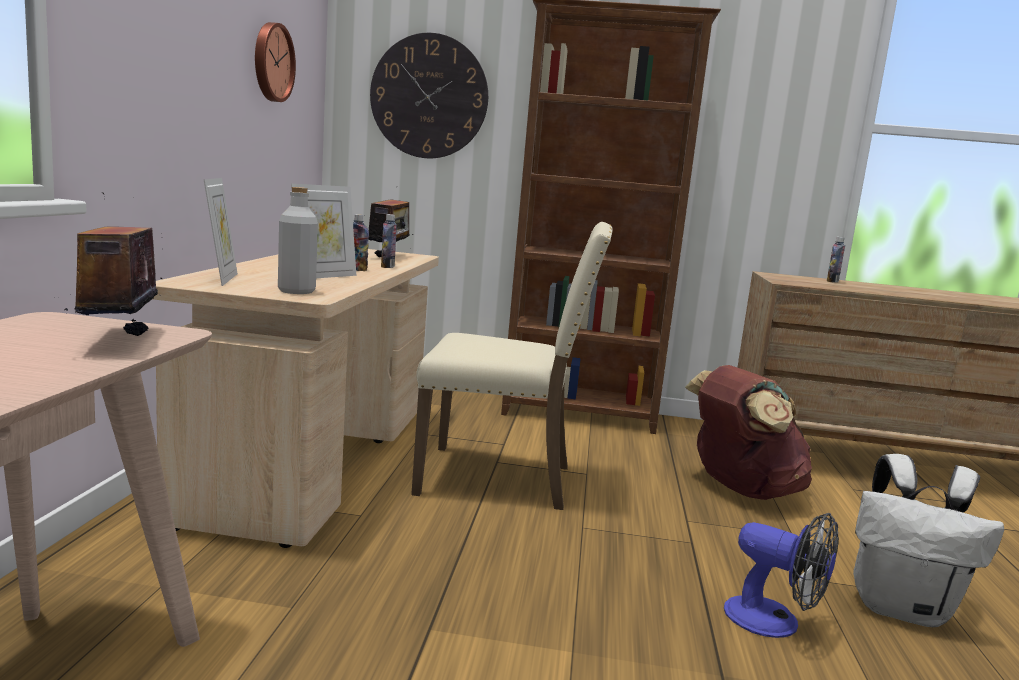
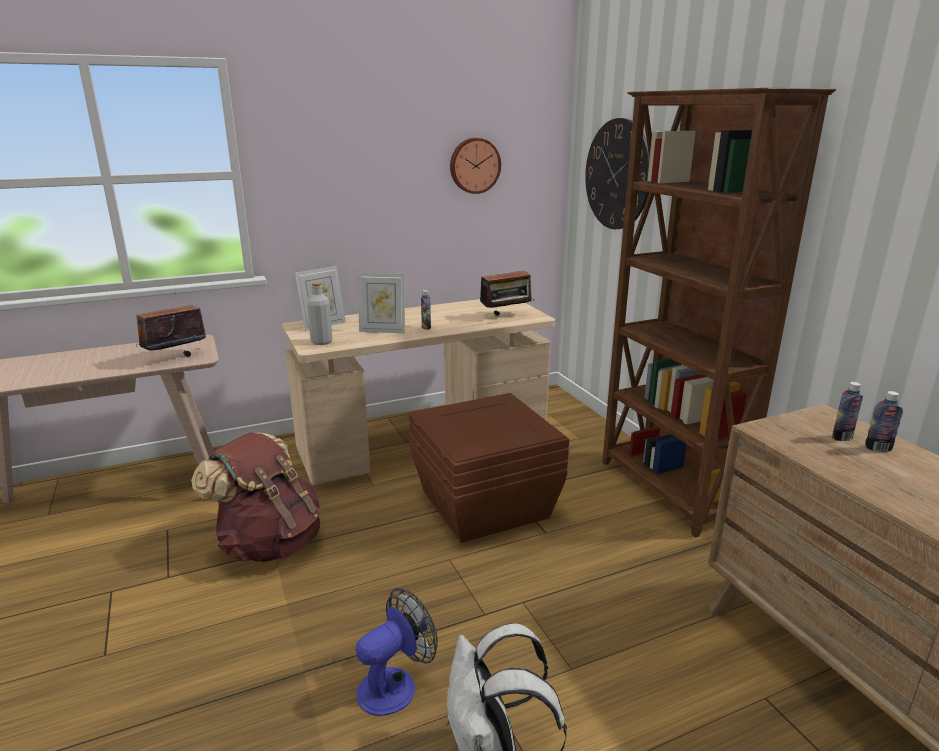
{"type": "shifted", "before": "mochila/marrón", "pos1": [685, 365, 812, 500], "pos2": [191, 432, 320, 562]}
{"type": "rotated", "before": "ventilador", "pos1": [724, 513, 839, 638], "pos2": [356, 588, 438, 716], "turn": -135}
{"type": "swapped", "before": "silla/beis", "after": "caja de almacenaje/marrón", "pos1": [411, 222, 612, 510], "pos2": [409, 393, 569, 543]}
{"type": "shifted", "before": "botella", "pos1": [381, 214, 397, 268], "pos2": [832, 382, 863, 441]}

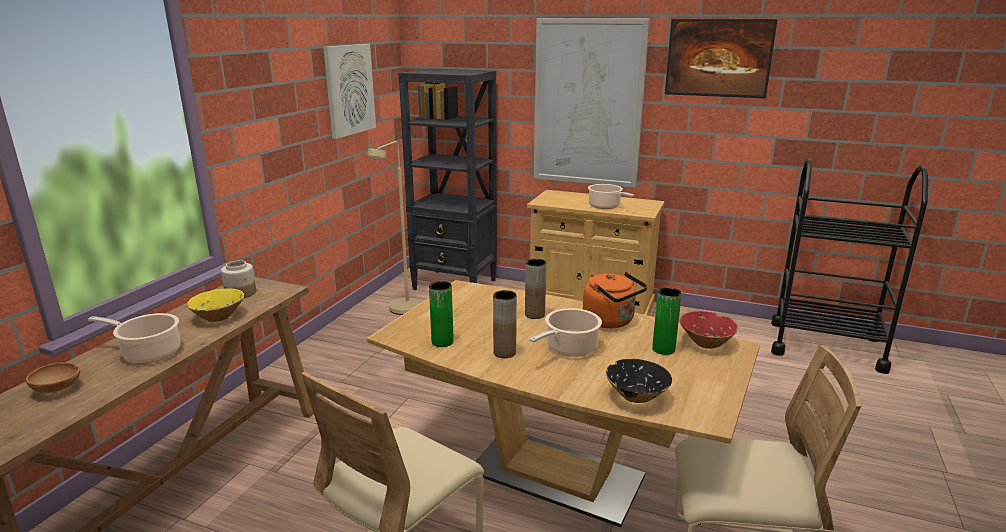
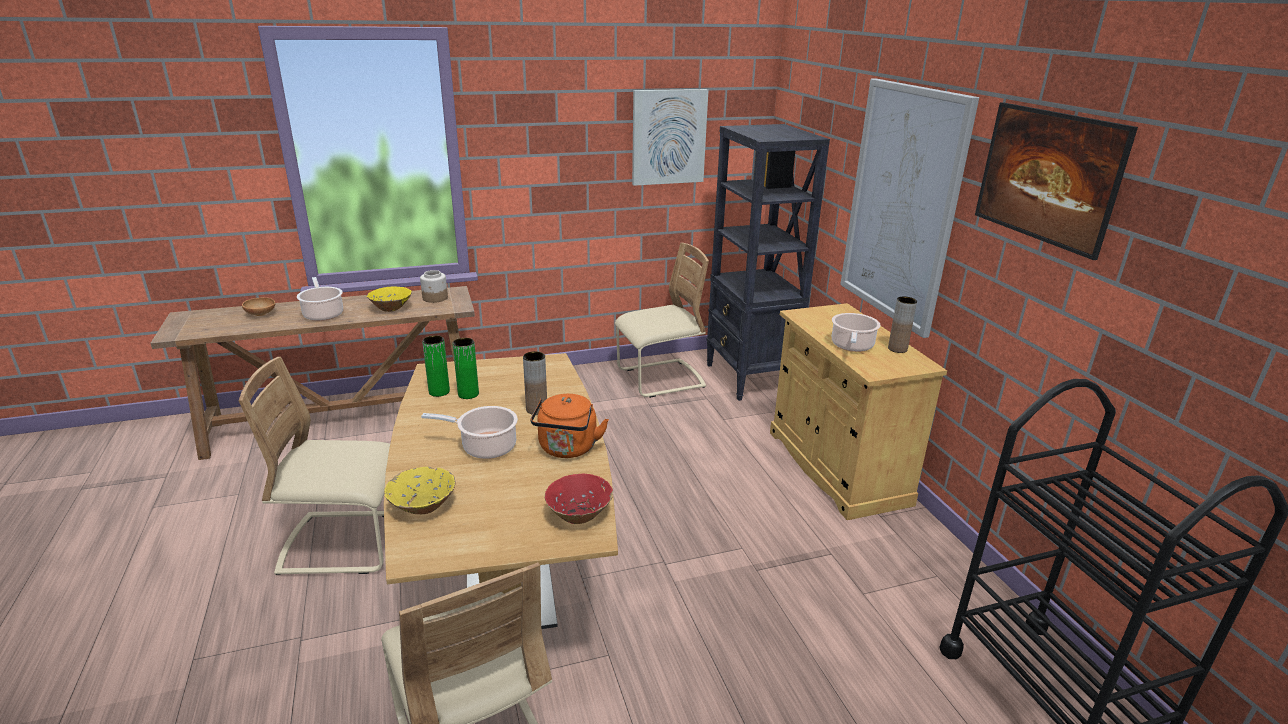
{"type": "repainted", "before": "cuenco/negro", "after": "cuenco/amarillo", "pos1": [606, 359, 672, 403], "pos2": [384, 467, 456, 514]}
{"type": "shifted", "before": "florero/verde", "pos1": [652, 287, 682, 355], "pos2": [452, 338, 479, 399]}
{"type": "swapped", "before": "lámpara de pie/beis", "after": "silla/beis", "pos1": [367, 141, 419, 315], "pos2": [615, 243, 709, 398]}
{"type": "shifted", "before": "florero/marrón", "pos1": [493, 290, 517, 358], "pos2": [888, 296, 917, 353]}

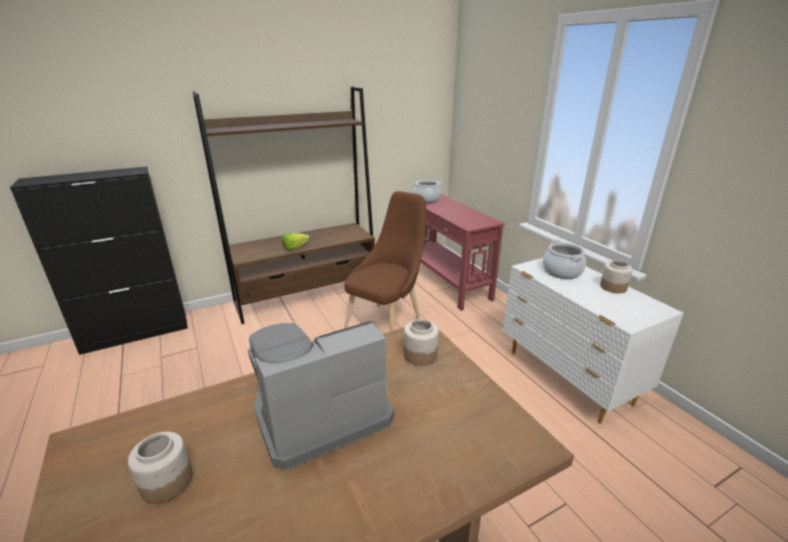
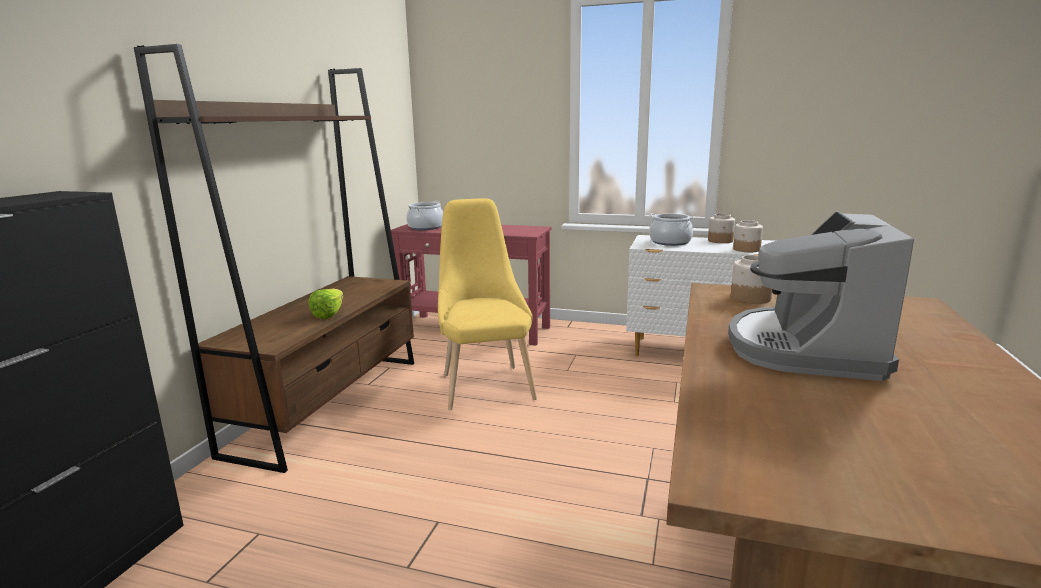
{"type": "repainted", "before": "silla/marrón", "after": "silla/amarillo", "pos1": [344, 191, 426, 332], "pos2": [438, 198, 537, 410]}
{"type": "shifted", "before": "tarro", "pos1": [128, 432, 193, 504], "pos2": [733, 220, 763, 252]}

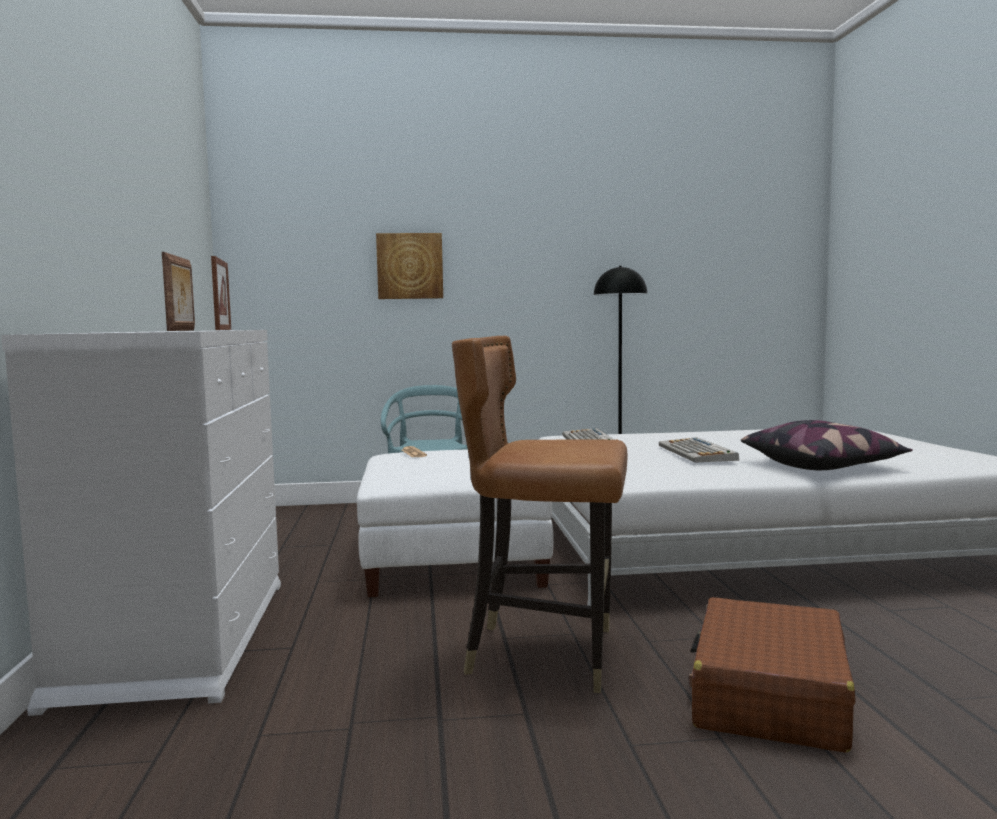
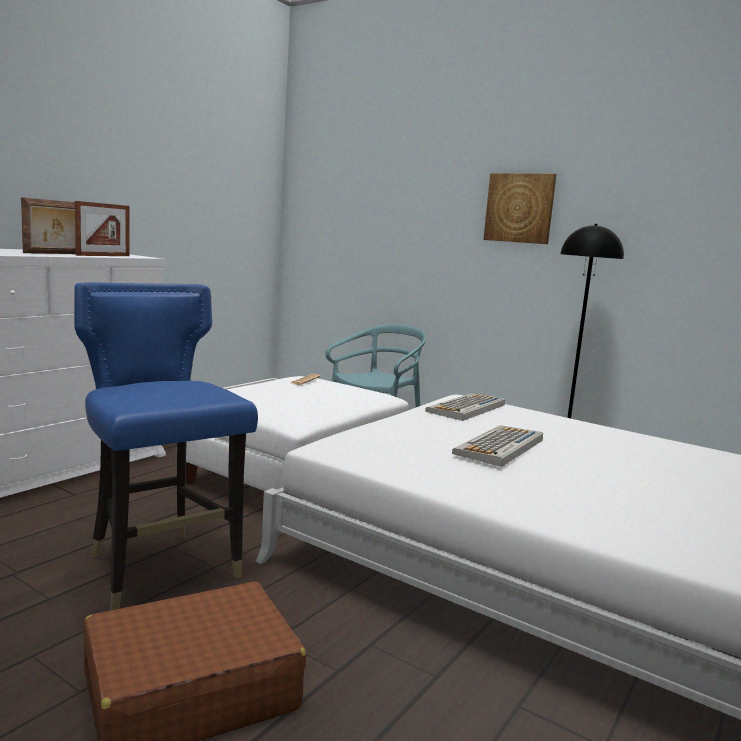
{"type": "repainted", "before": "silla/marrón", "after": "silla/azul", "pos1": [452, 336, 628, 693], "pos2": [74, 282, 258, 611]}
{"type": "shifted", "before": "cuadro", "pos1": [376, 233, 443, 299], "pos2": [484, 173, 556, 244]}
{"type": "gone", "before": "cojín", "pos1": [741, 420, 913, 470]}

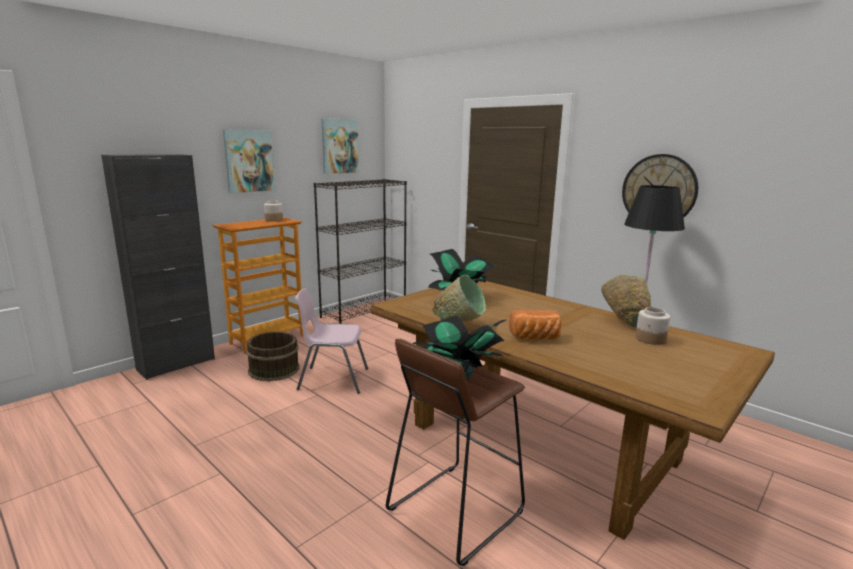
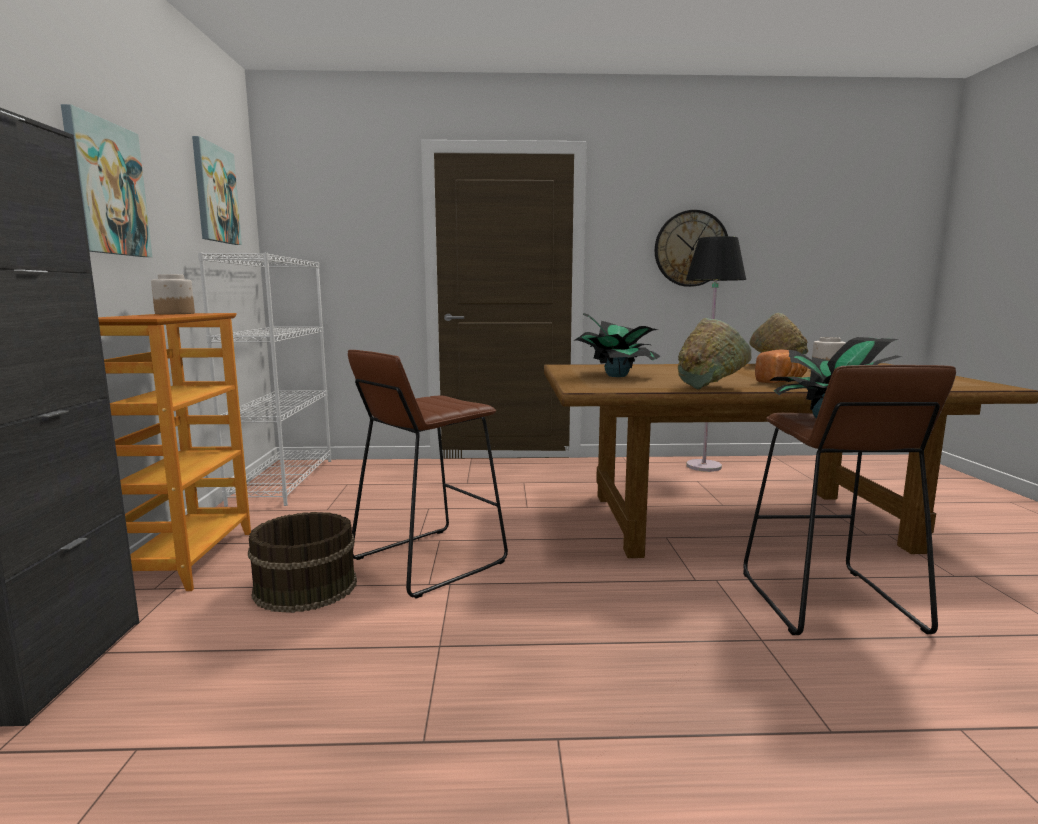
{"type": "repainted", "before": "estantería/negro", "after": "estantería/blanco", "pos1": [314, 179, 407, 324], "pos2": [198, 252, 331, 507]}
{"type": "swapped", "before": "silla/rosa", "after": "taburete/marrón", "pos1": [295, 289, 368, 394], "pos2": [348, 350, 508, 599]}

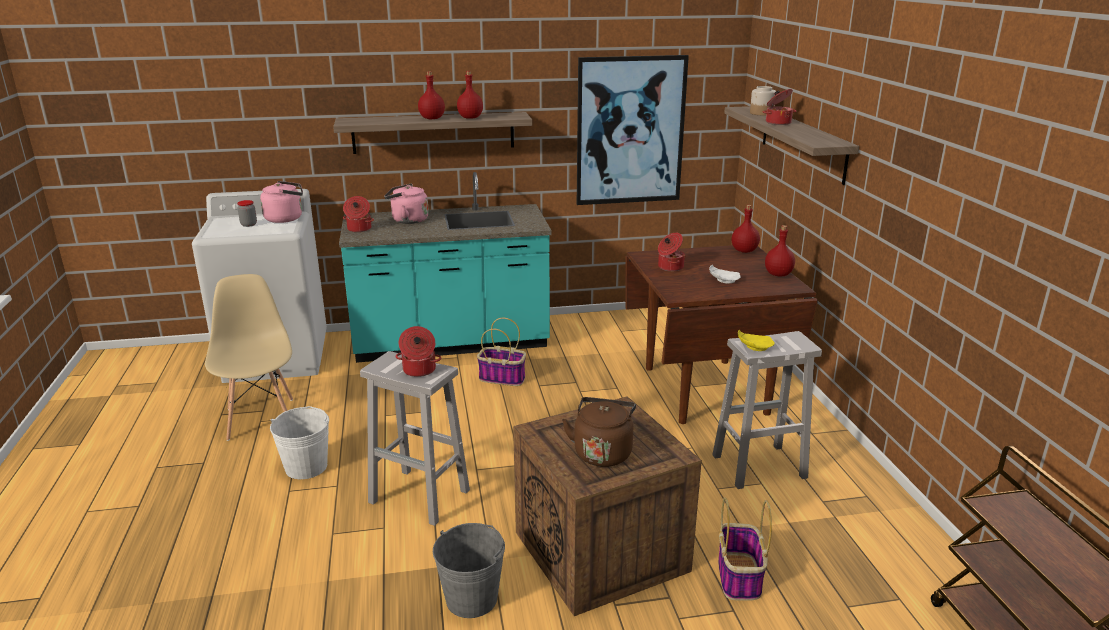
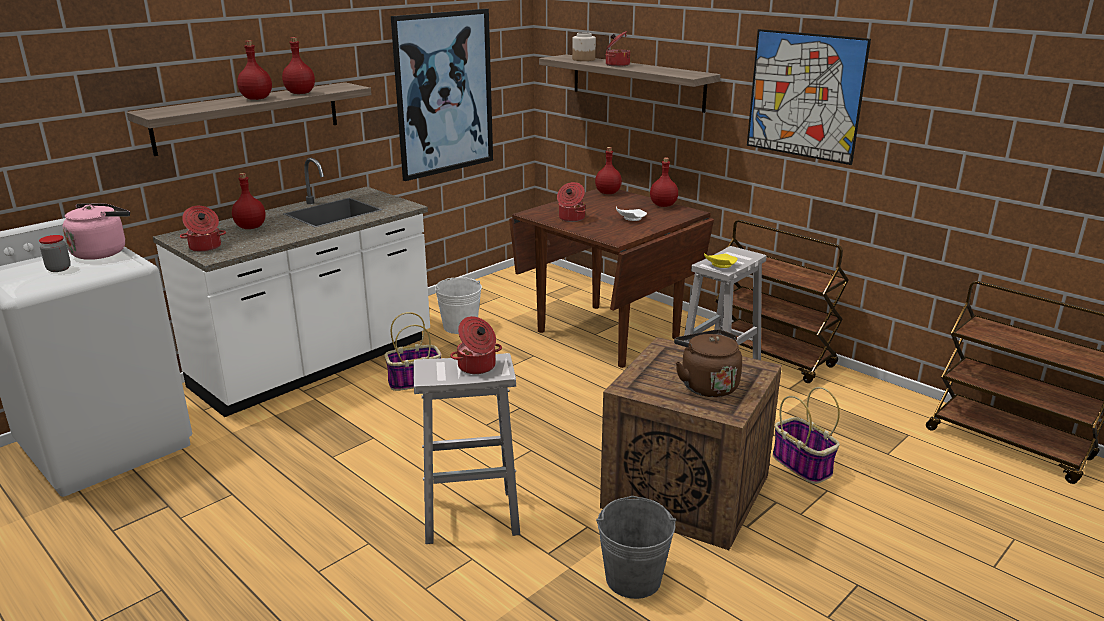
{"type": "repainted", "before": "mueble bajo de cocina/turquesa", "after": "mueble bajo de cocina/blanco", "pos1": [339, 172, 552, 363], "pos2": [153, 158, 430, 417]}
{"type": "swapped", "before": "hervidor/rosa", "after": "botella/rojo", "pos1": [384, 183, 429, 224], "pos2": [232, 173, 266, 229]}
{"type": "shifted", "before": "cubo/blanco", "pos1": [270, 406, 329, 479], "pos2": [435, 277, 482, 334]}
{"type": "new", "after": "carrito/marrón", "pos2": [715, 220, 849, 383]}
{"type": "new", "after": "cuadro", "pos2": [747, 29, 871, 165]}
{"type": "gone", "before": "silla/beis", "pos1": [205, 274, 293, 441]}

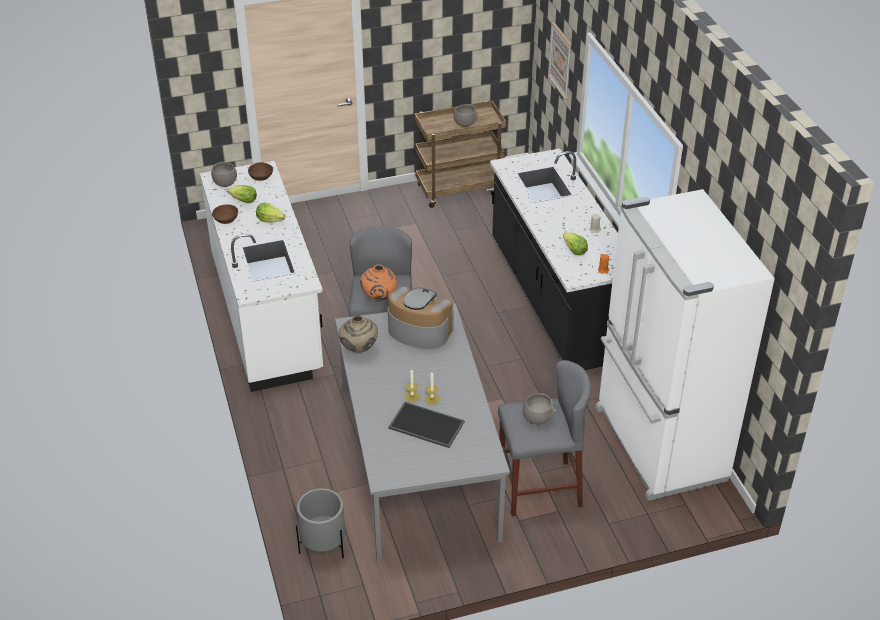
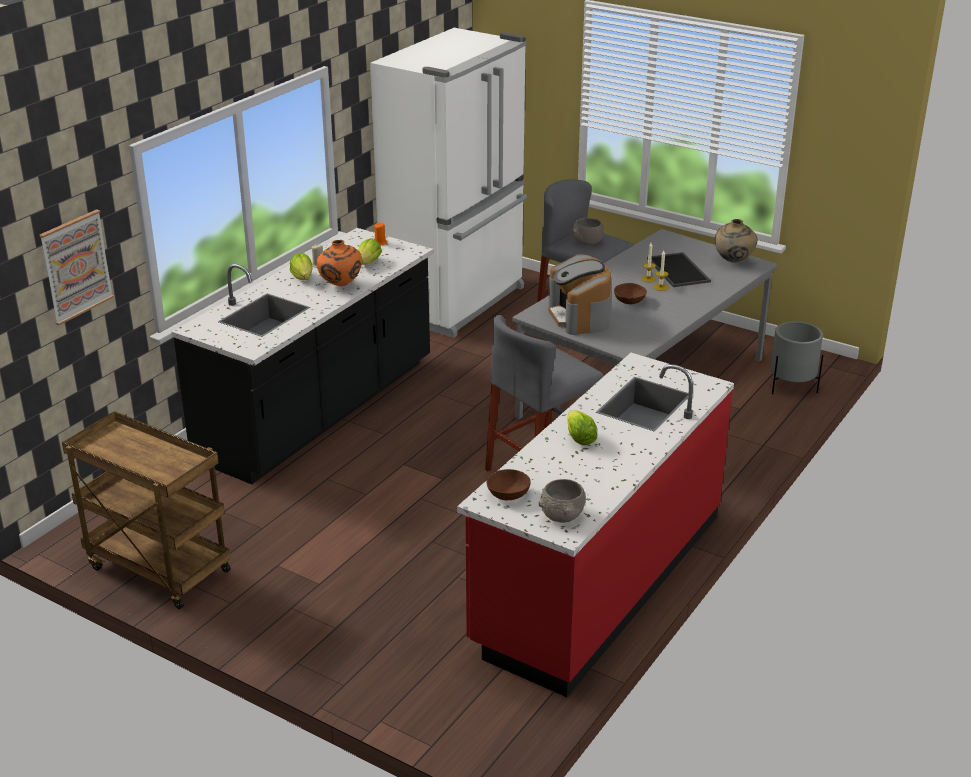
{"type": "shifted", "before": "lechuga", "pos1": [227, 185, 257, 203], "pos2": [290, 253, 313, 280]}
{"type": "shifted", "before": "florero/naranja", "pos1": [360, 264, 397, 301], "pos2": [317, 240, 362, 286]}
{"type": "repainted", "before": "mueble bajo de cocina/blanco", "after": "mueble bajo de cocina/rojo", "pos1": [200, 161, 323, 392], "pos2": [457, 353, 734, 697]}
{"type": "shifted", "before": "cuenco/marrón", "pos1": [212, 204, 238, 224], "pos2": [614, 283, 647, 304]}
{"type": "shifted", "before": "florero/beis", "pos1": [339, 316, 378, 352], "pos2": [715, 219, 757, 263]}
{"type": "gone", "before": "cuenco/gris", "pos1": [454, 104, 479, 127]}

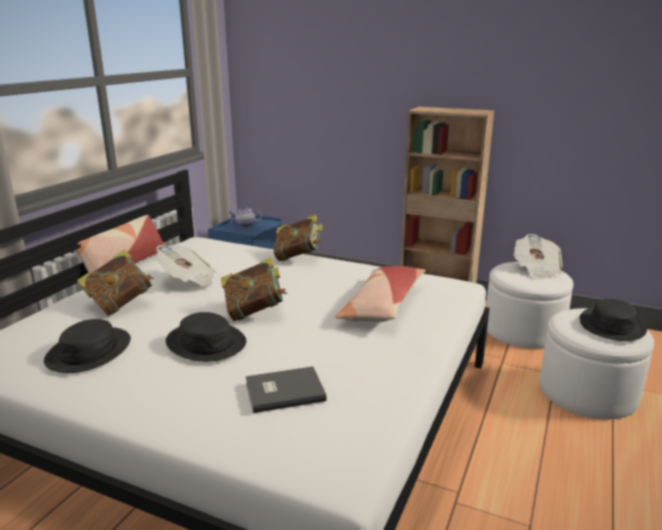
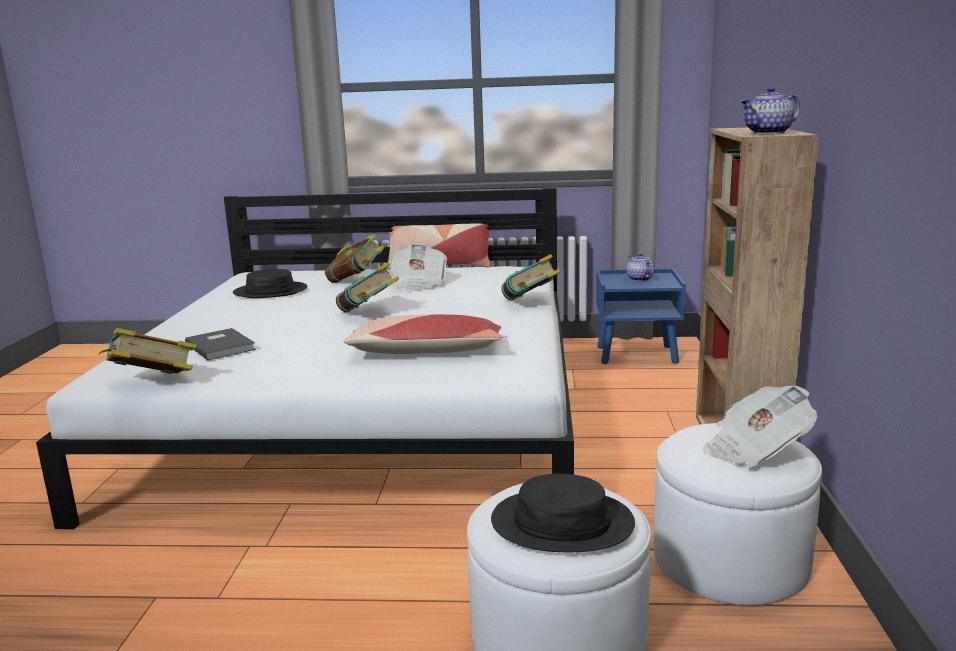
{"type": "new", "after": "libro", "pos2": [99, 328, 197, 374]}
{"type": "new", "after": "tetera", "pos2": [740, 87, 800, 134]}
{"type": "gone", "before": "sombrero/negro", "pos1": [166, 312, 246, 362]}

